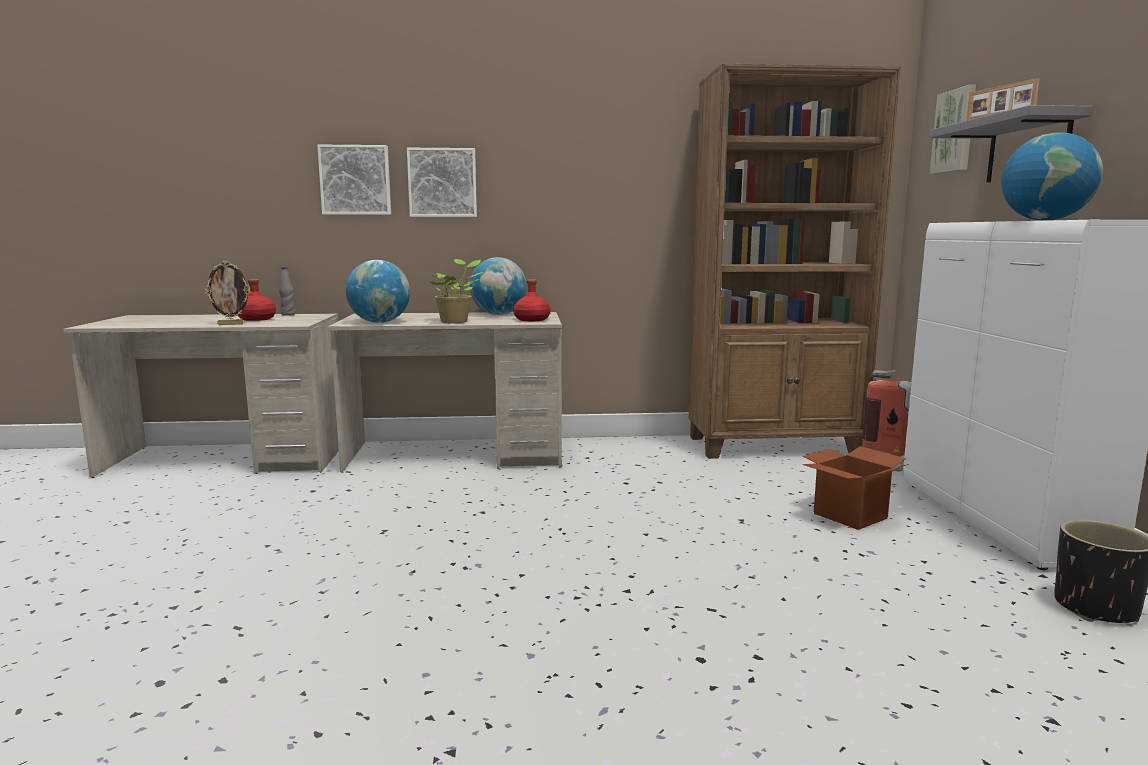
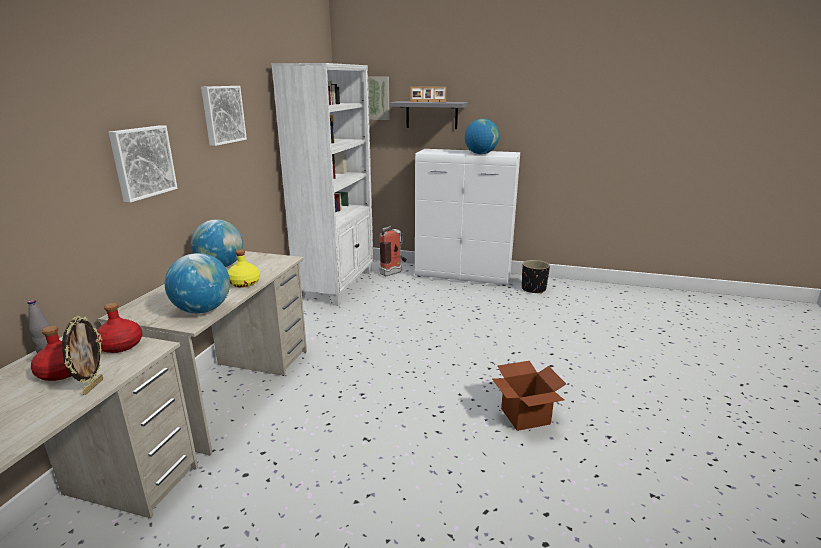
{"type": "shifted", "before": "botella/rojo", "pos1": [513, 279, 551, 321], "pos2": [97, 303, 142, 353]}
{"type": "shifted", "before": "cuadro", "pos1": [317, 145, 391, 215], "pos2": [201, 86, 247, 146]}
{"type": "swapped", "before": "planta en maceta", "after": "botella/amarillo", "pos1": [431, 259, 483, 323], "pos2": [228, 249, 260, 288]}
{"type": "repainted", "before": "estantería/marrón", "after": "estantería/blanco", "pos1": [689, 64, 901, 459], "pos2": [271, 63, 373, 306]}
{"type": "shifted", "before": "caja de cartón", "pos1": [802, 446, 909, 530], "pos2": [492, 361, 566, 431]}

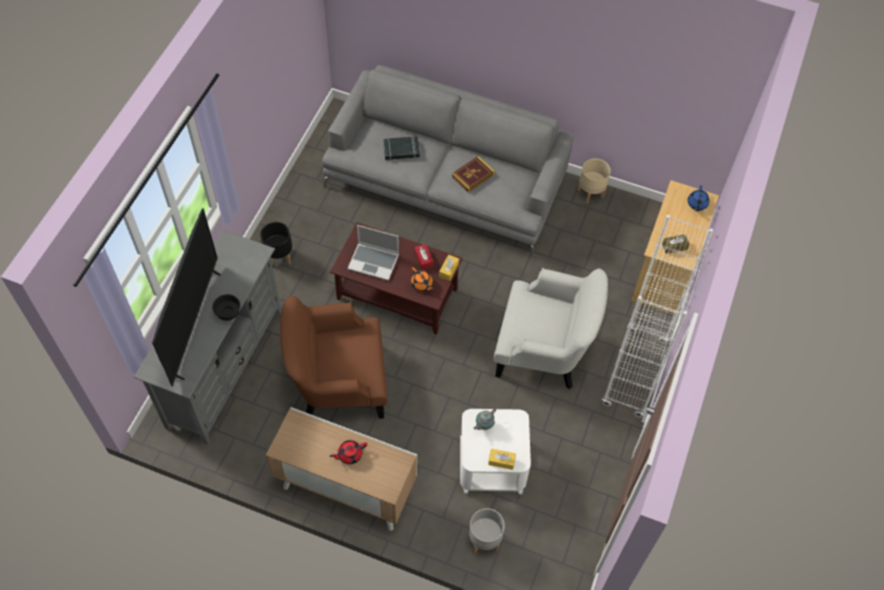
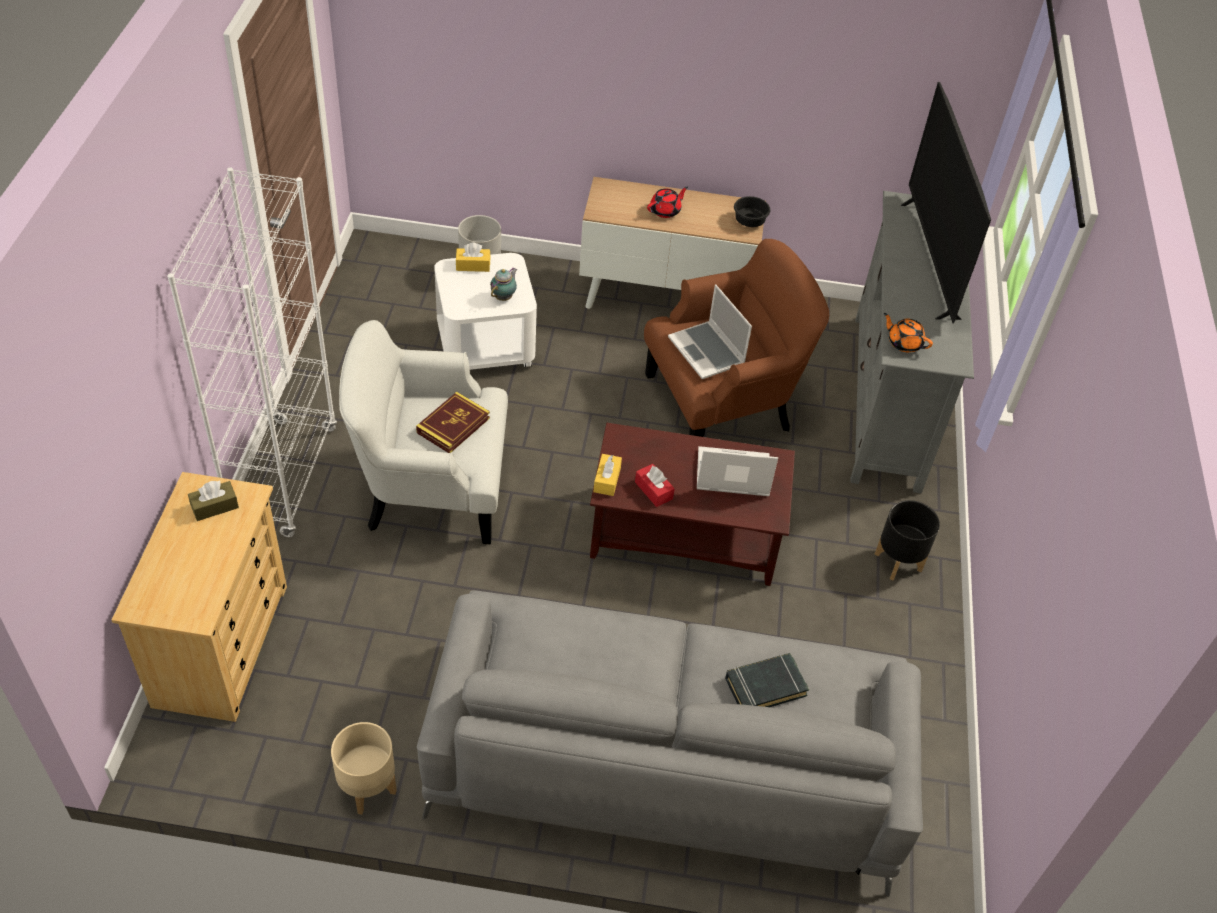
{"type": "shifted", "before": "libro", "pos1": [452, 156, 495, 192], "pos2": [416, 392, 490, 453]}
{"type": "new", "after": "portátil", "pos2": [668, 284, 752, 379]}
{"type": "shifted", "before": "cuenco/negro", "pos1": [212, 294, 241, 321], "pos2": [734, 196, 770, 227]}
{"type": "shifted", "before": "tetera/naranja", "pos1": [411, 267, 434, 291], "pos2": [883, 313, 933, 352]}
{"type": "gone", "before": "tetera/azul", "pos1": [688, 185, 709, 211]}

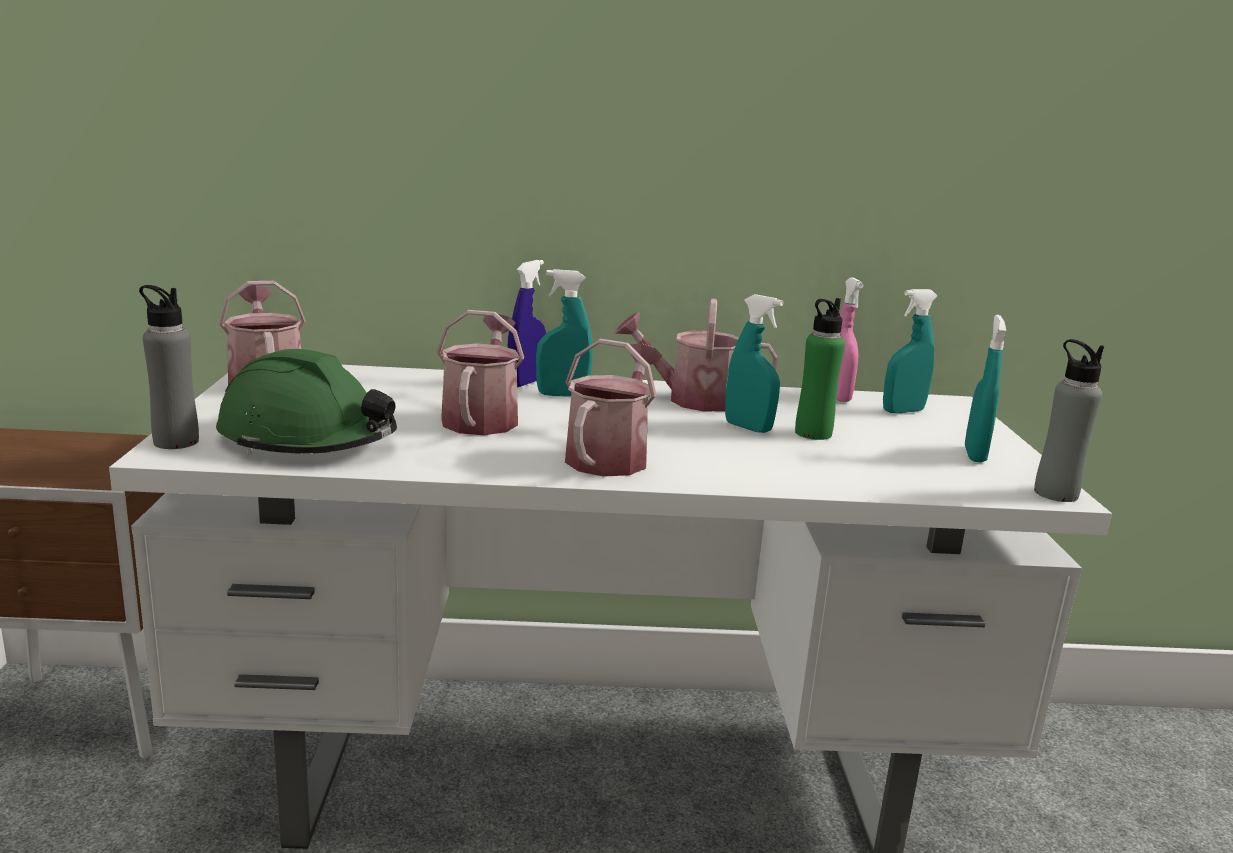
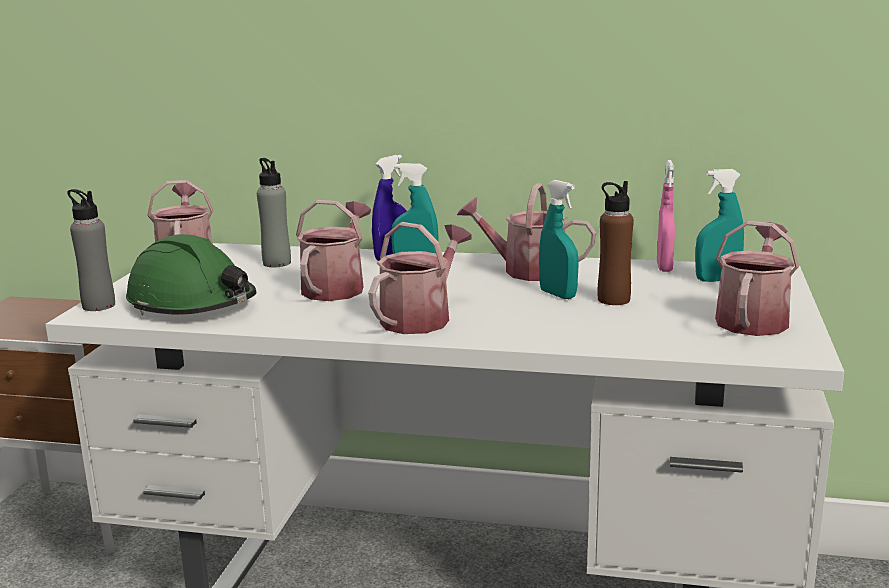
{"type": "shifted", "before": "botella/gris", "pos1": [1034, 339, 1104, 502], "pos2": [257, 158, 291, 267]}
{"type": "repainted", "before": "botella/verde", "after": "botella/marrón", "pos1": [795, 298, 845, 440], "pos2": [598, 181, 634, 305]}
{"type": "swapped", "before": "pulverizador/turquesa", "after": "regadera", "pos1": [965, 315, 1006, 463], "pos2": [715, 221, 799, 336]}

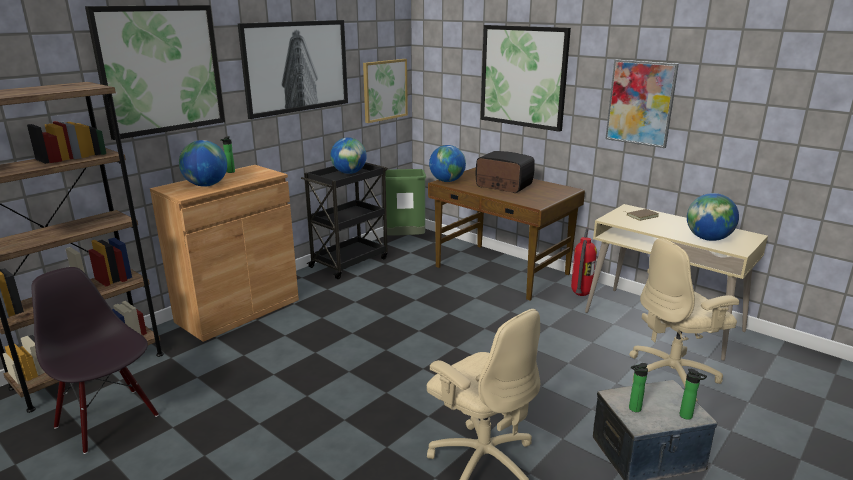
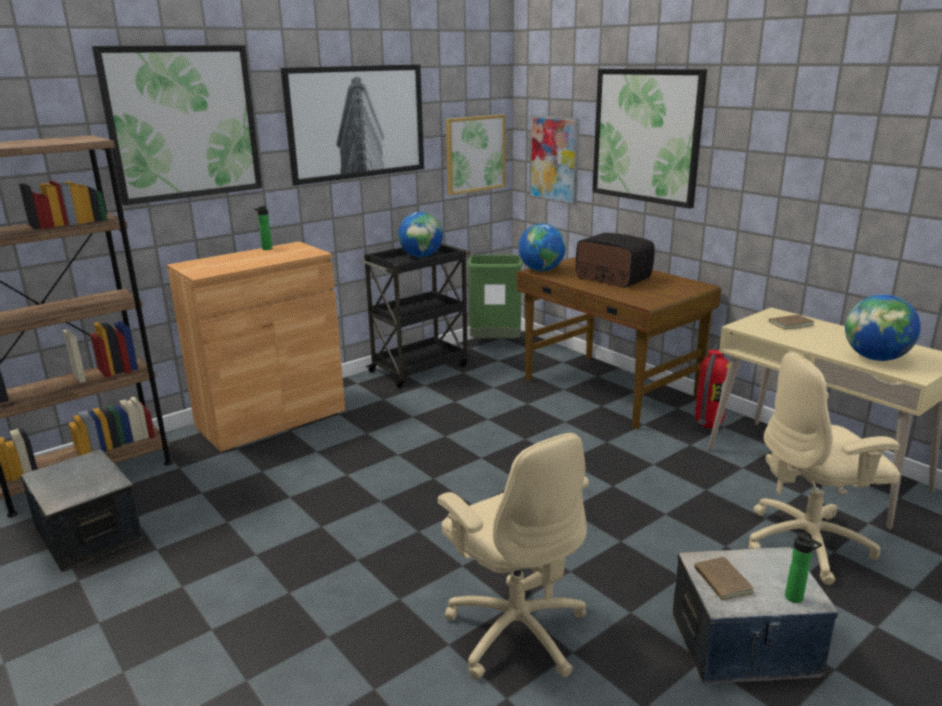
{"type": "swapped", "before": "silla/negro", "after": "caja de almacenaje", "pos1": [31, 267, 159, 454], "pos2": [21, 450, 143, 572]}
{"type": "shifted", "before": "cuadro", "pos1": [605, 60, 679, 148], "pos2": [529, 115, 580, 205]}
{"type": "swapped", "before": "botella", "after": "libro/marrón", "pos1": [629, 363, 648, 412], "pos2": [694, 557, 753, 600]}
{"type": "gone", "before": "globo terráqueo", "pos1": [179, 140, 228, 187]}

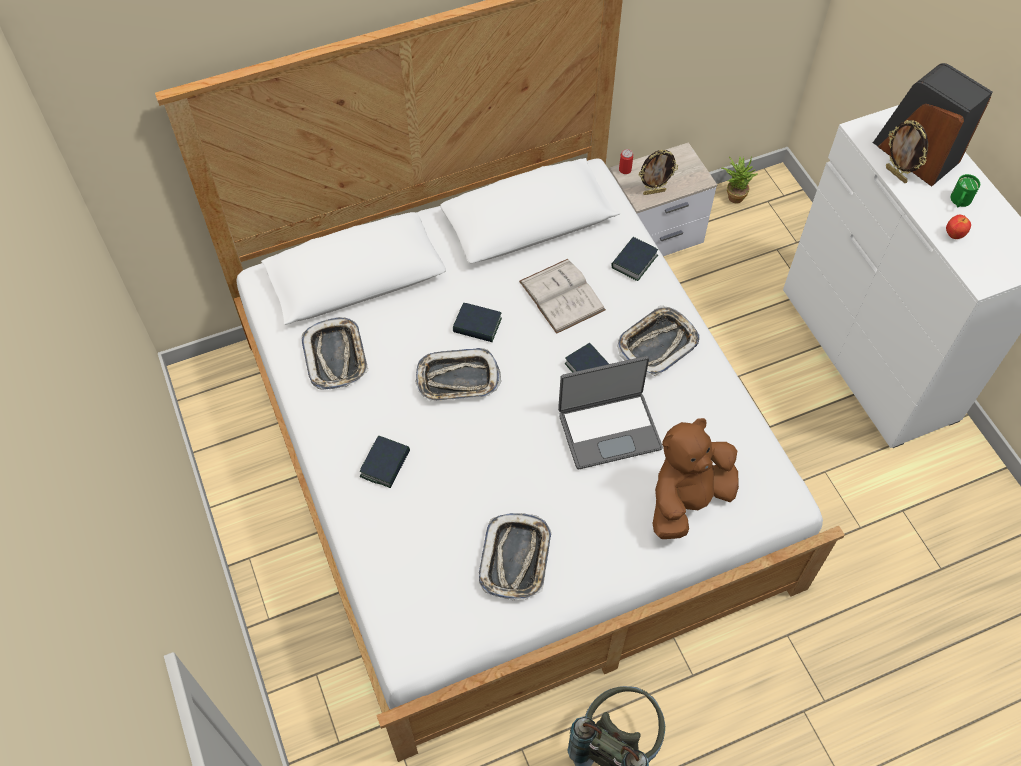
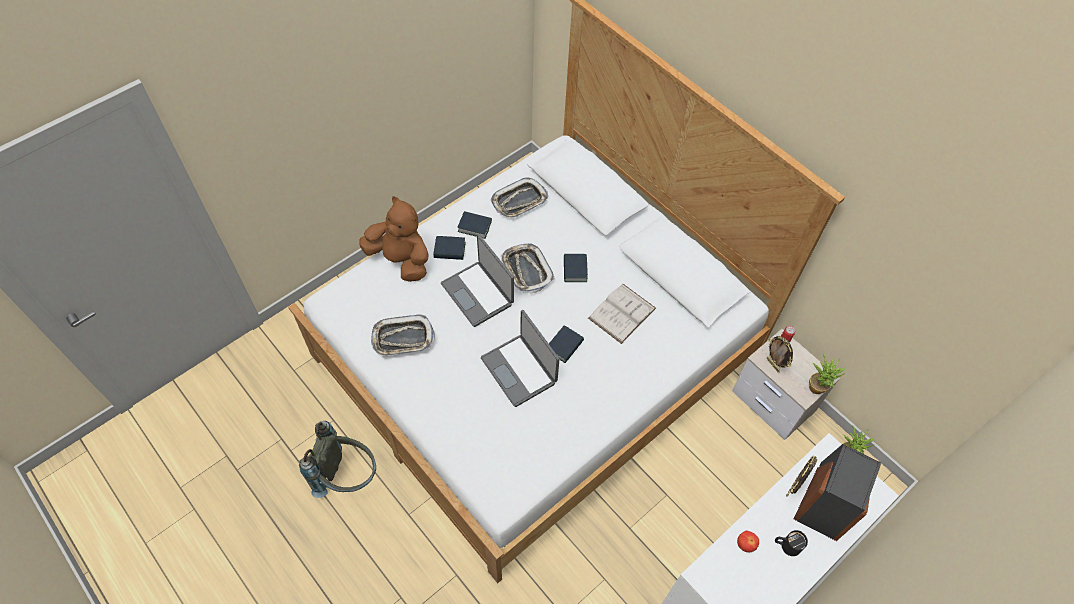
{"type": "shifted", "before": "peluche/marrón", "pos1": [653, 418, 739, 539], "pos2": [359, 196, 429, 282]}
{"type": "new", "after": "portátil", "pos2": [441, 234, 514, 327]}
{"type": "shifted", "before": "libro", "pos1": [611, 237, 658, 281], "pos2": [457, 211, 492, 239]}
{"type": "repainted", "before": "taza grande/verde", "after": "taza grande/negro", "pos1": [951, 174, 980, 207], "pos2": [775, 530, 808, 556]}
{"type": "new", "after": "planta en maceta", "pos2": [809, 354, 846, 394]}
{"type": "gone", "before": "bandeja", "pos1": [617, 305, 700, 376]}

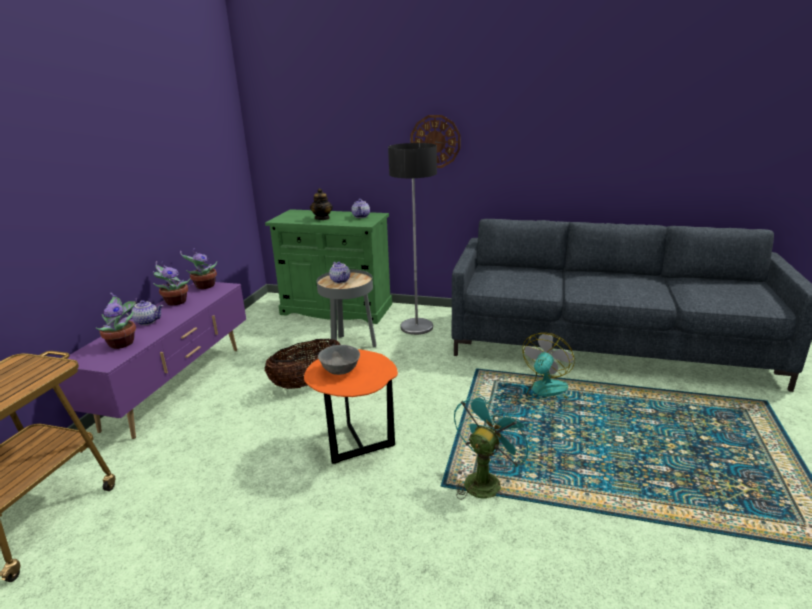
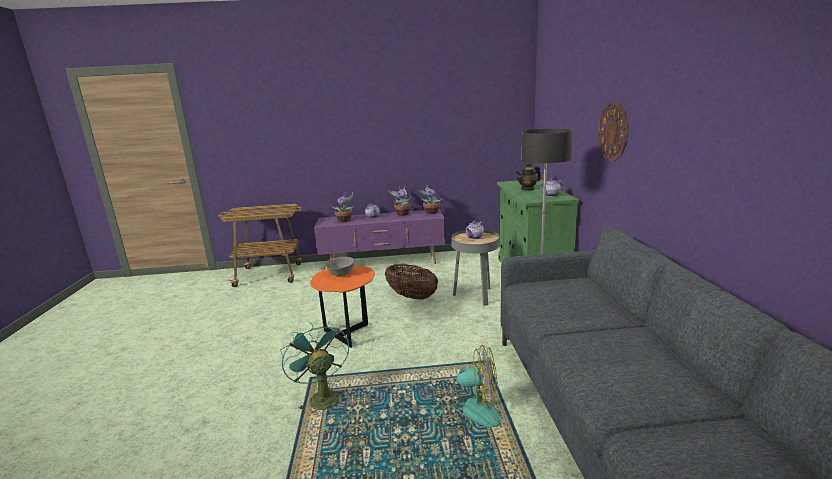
{"type": "rotated", "before": "ventilador/turquesa", "pos1": [453, 392, 533, 500], "pos2": [280, 321, 349, 416], "turn": -135}

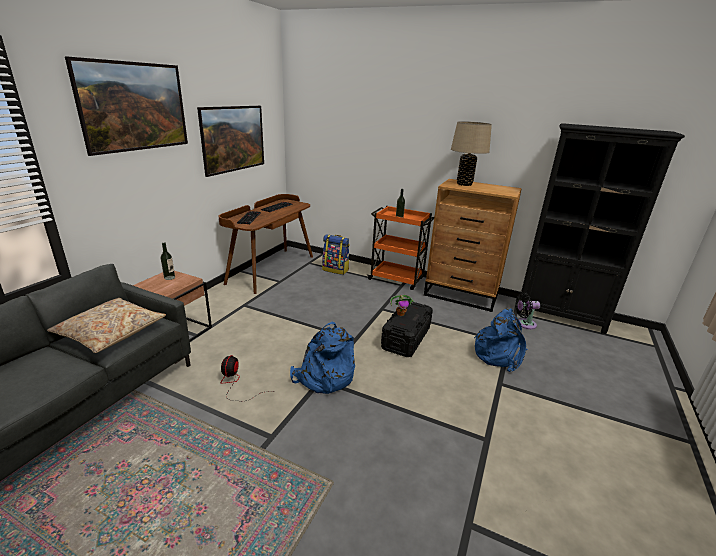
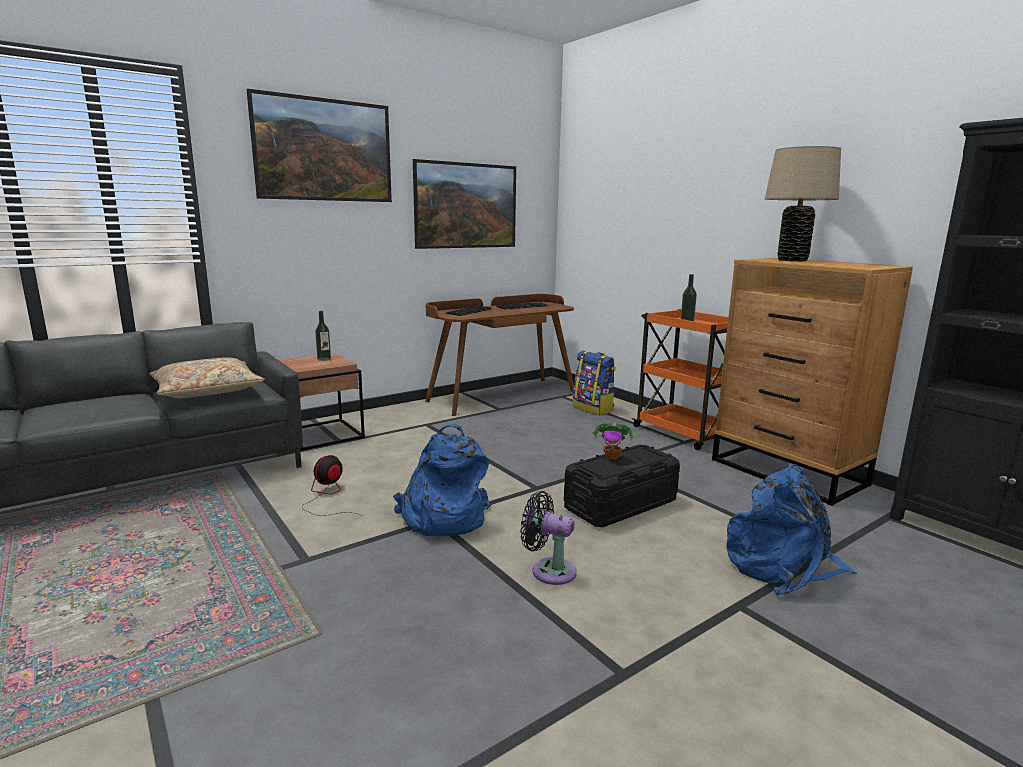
{"type": "shifted", "before": "ventilador/negro", "pos1": [515, 293, 540, 329], "pos2": [520, 491, 577, 585]}

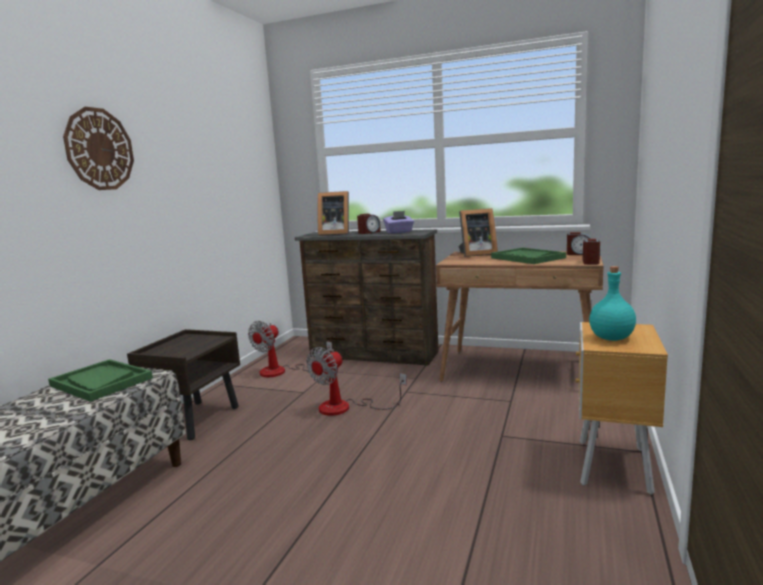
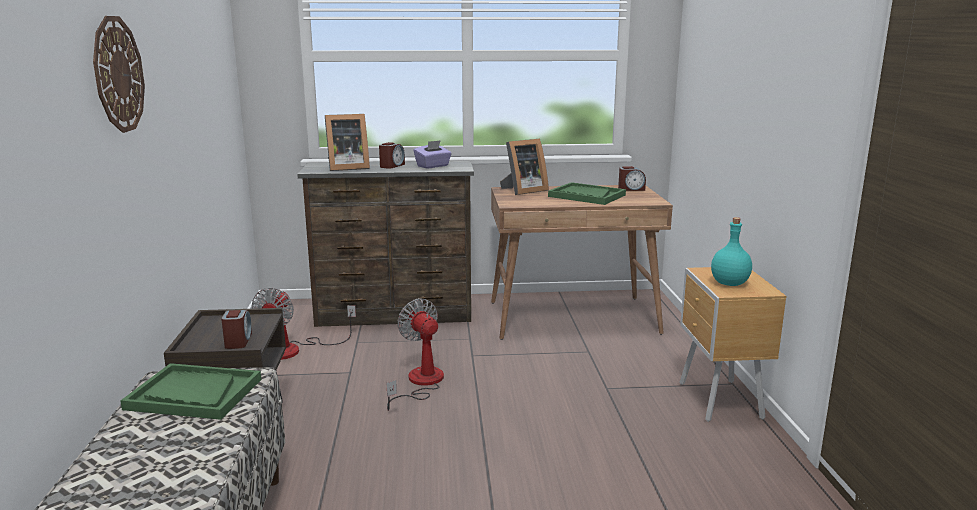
{"type": "shifted", "before": "despertador", "pos1": [583, 239, 600, 265], "pos2": [221, 310, 252, 349]}
{"type": "rotated", "before": "ventilador", "pos1": [306, 347, 407, 416], "pos2": [387, 298, 444, 411], "turn": 135}

